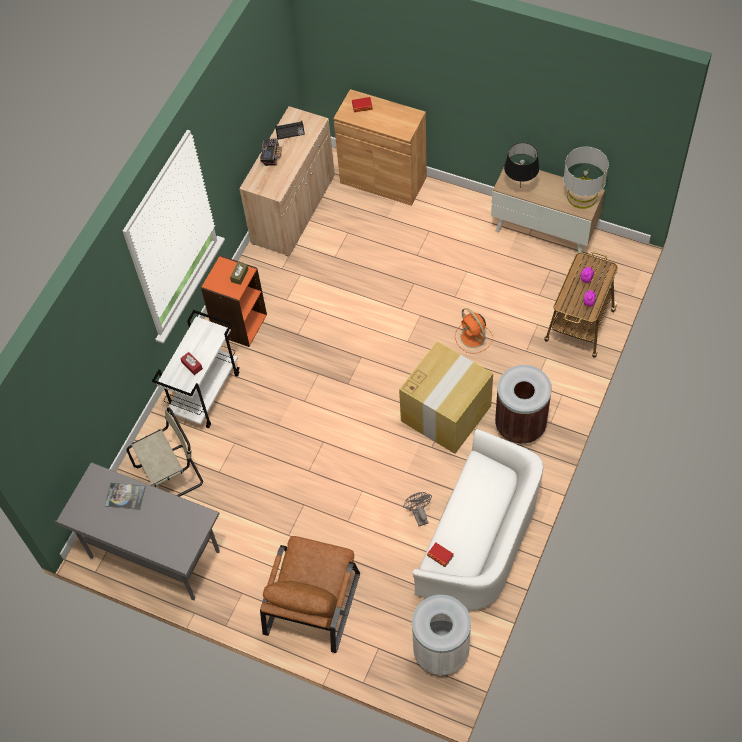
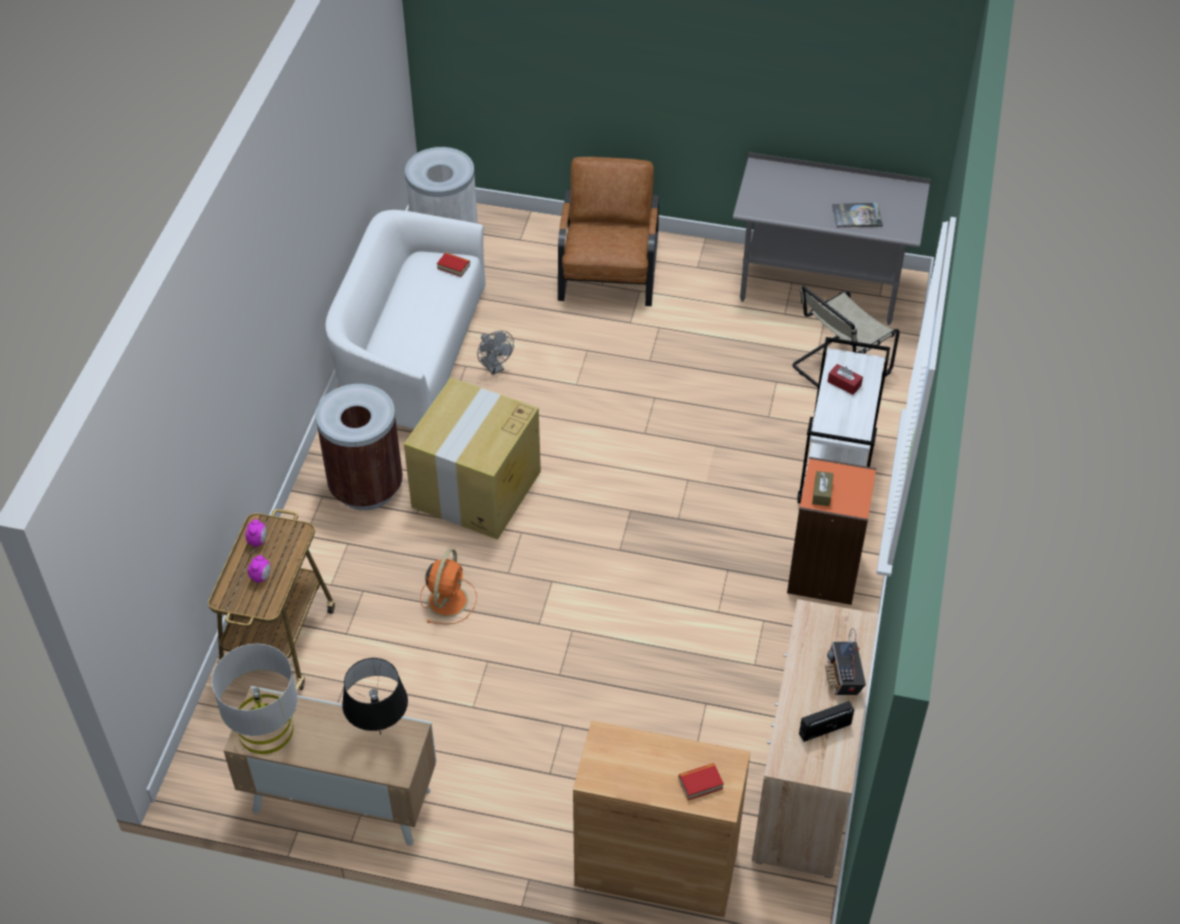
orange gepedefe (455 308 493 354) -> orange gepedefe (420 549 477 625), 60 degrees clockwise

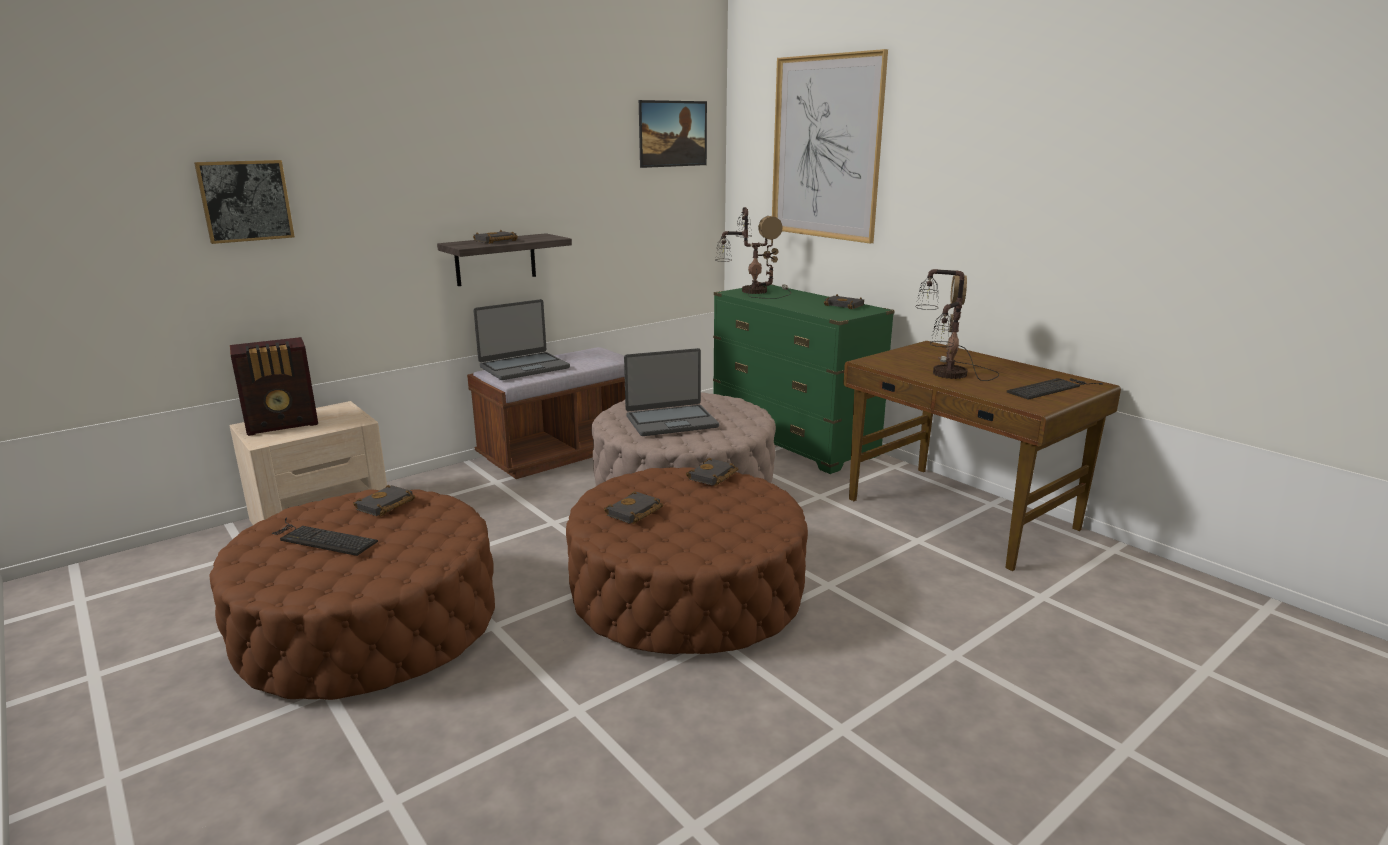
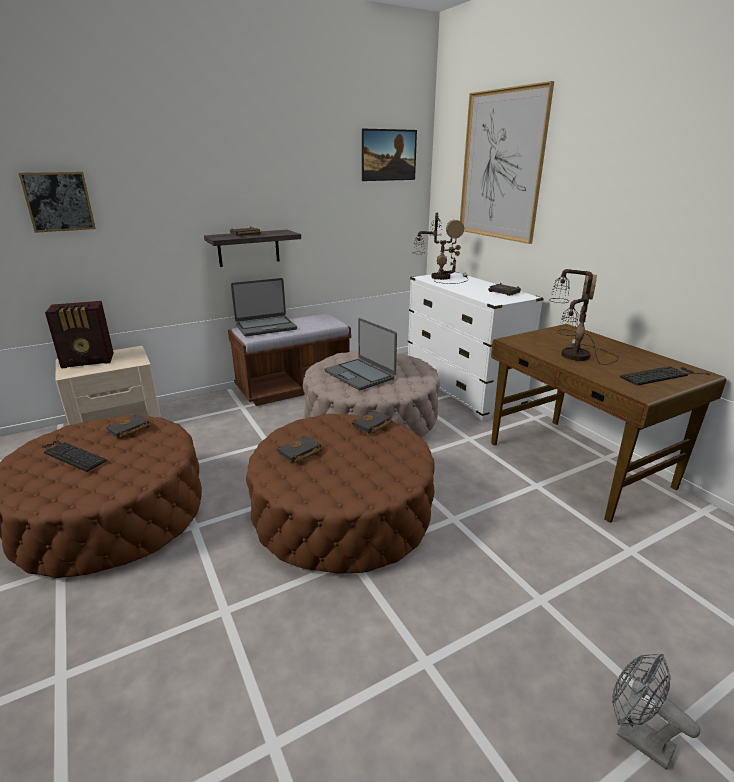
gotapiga (624 348 719 436) -> gotapiga (325 318 397 390), 60 degrees clockwise
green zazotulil (713 284 895 474) -> white zazotulil (408 272 544 421)
none -> grey gepedefe (612 654 700 769)

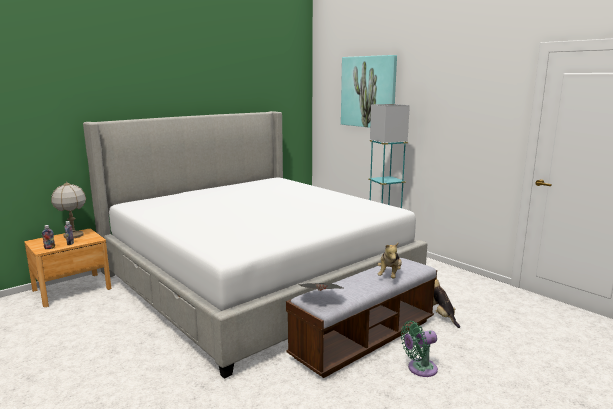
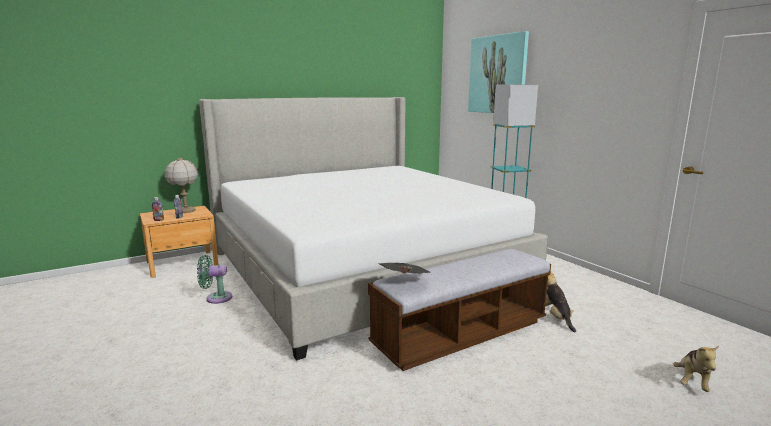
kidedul (378 242 402 279) -> kidedul (673 345 719 392), shifted
green gepedefe (401 321 438 377) -> green gepedefe (197 255 232 304), shifted

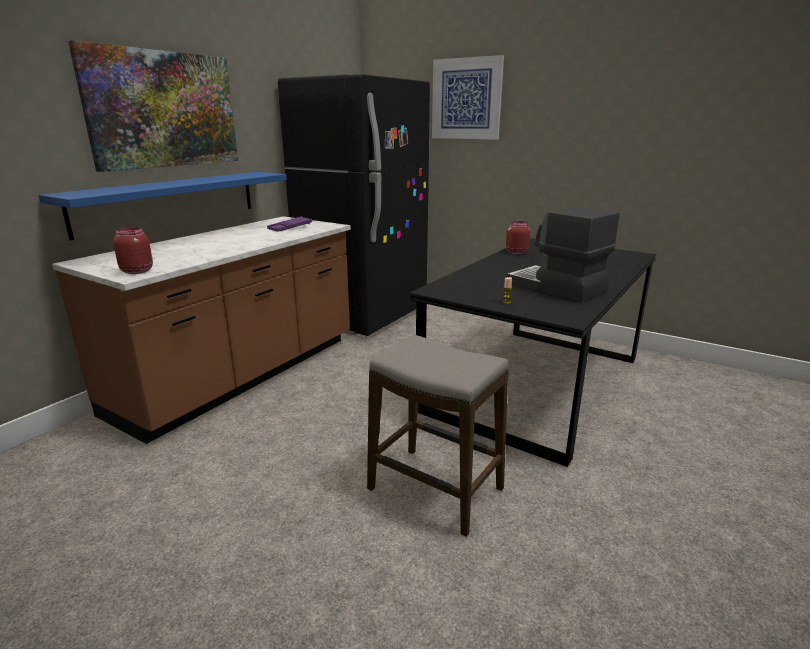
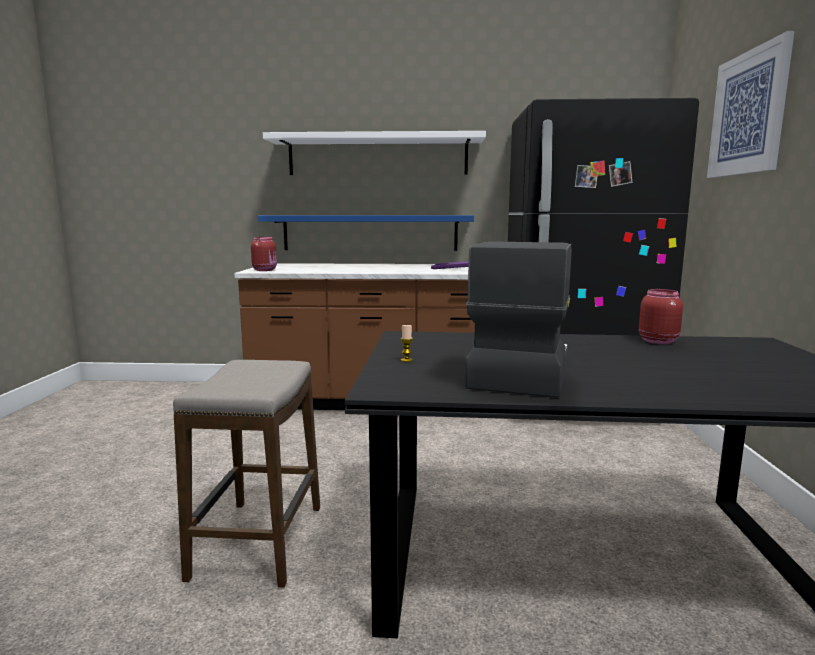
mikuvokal (68 40 238 172) -> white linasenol (263 131 486 175)

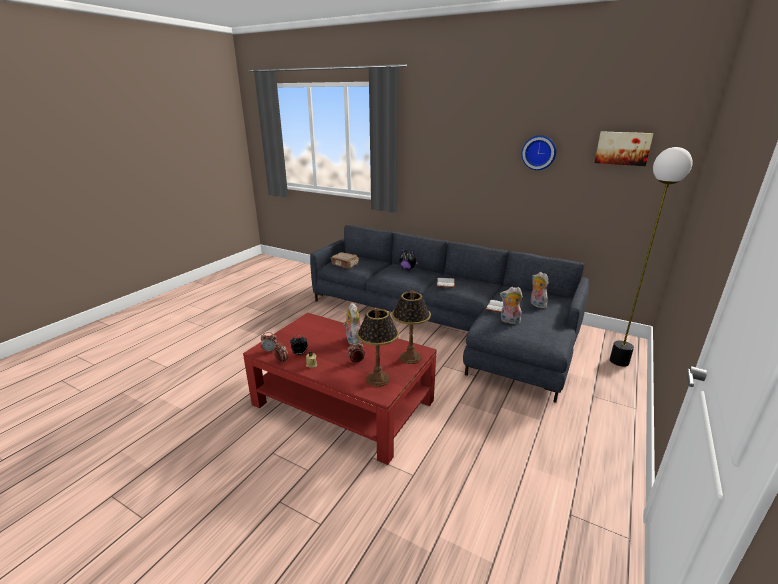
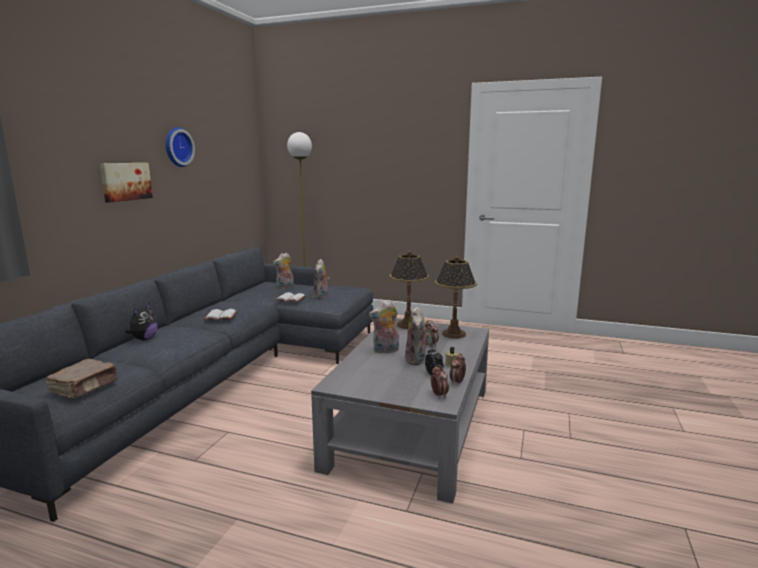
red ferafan (243 313 437 465) -> grey ferafan (311 319 489 504)
mikuvokal (595 131 654 166) -> mikuvokal (100 163 153 202), shifted
none -> kidedul (405 306 430 365)

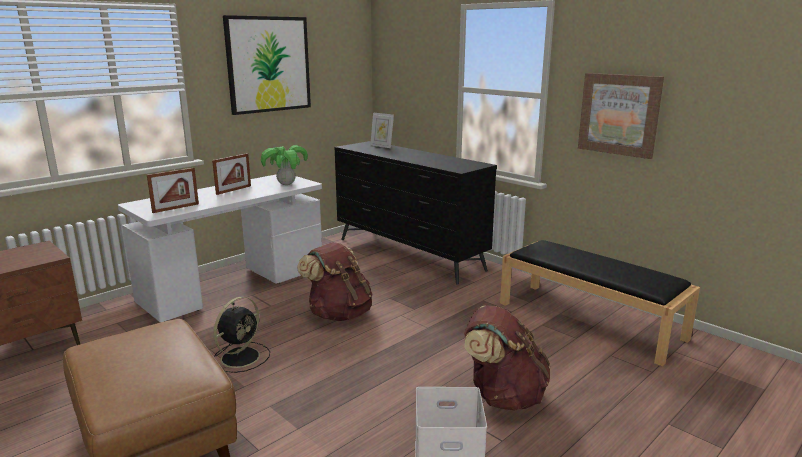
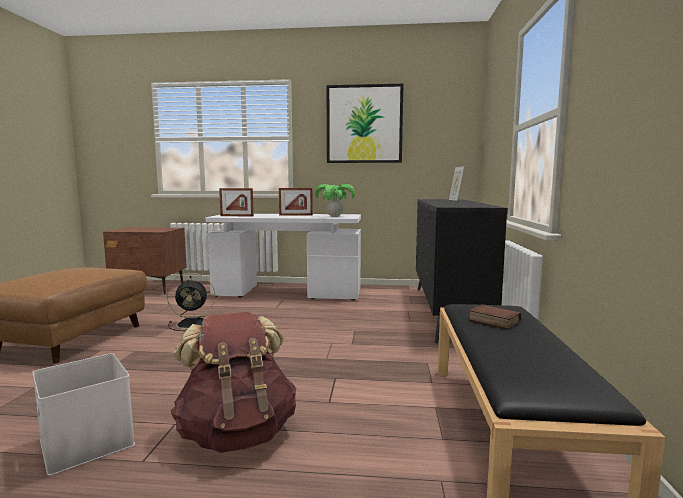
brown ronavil (297 242 373 321) -> none
mikuvokal (578 73 664 159) -> none
none -> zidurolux (468 304 521 329)

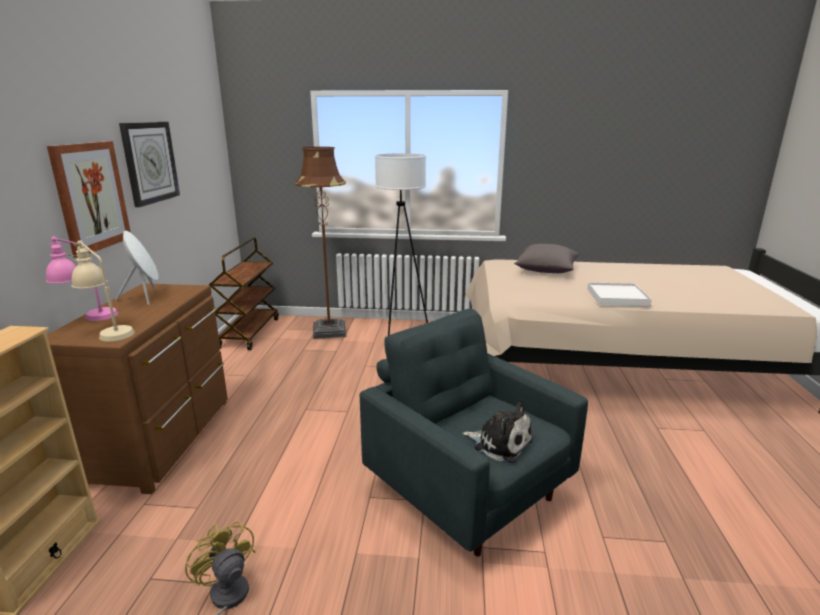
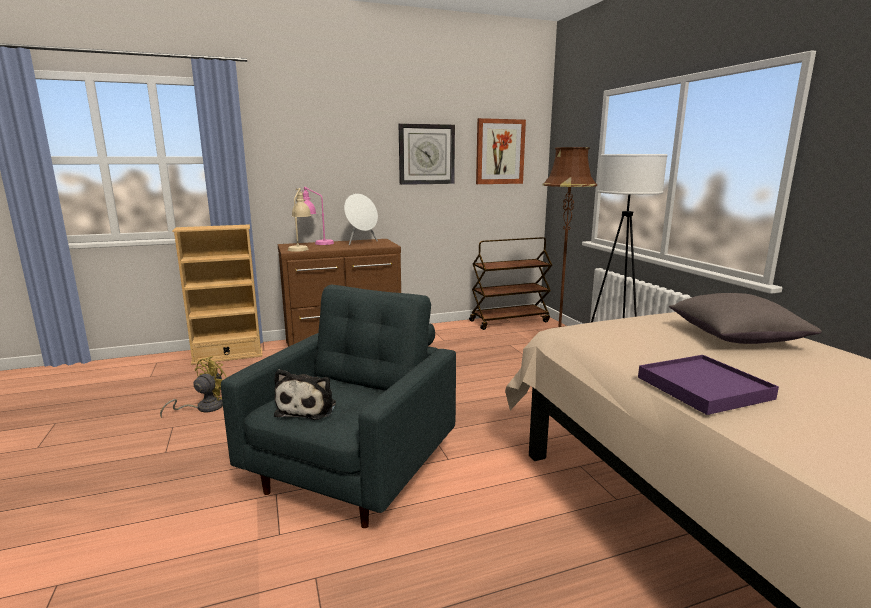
mikuvokal (47 141 131 258) -> mikuvokal (476 118 526 184), shifted
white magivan (587 282 652 306) -> purple magivan (638 355 779 415)

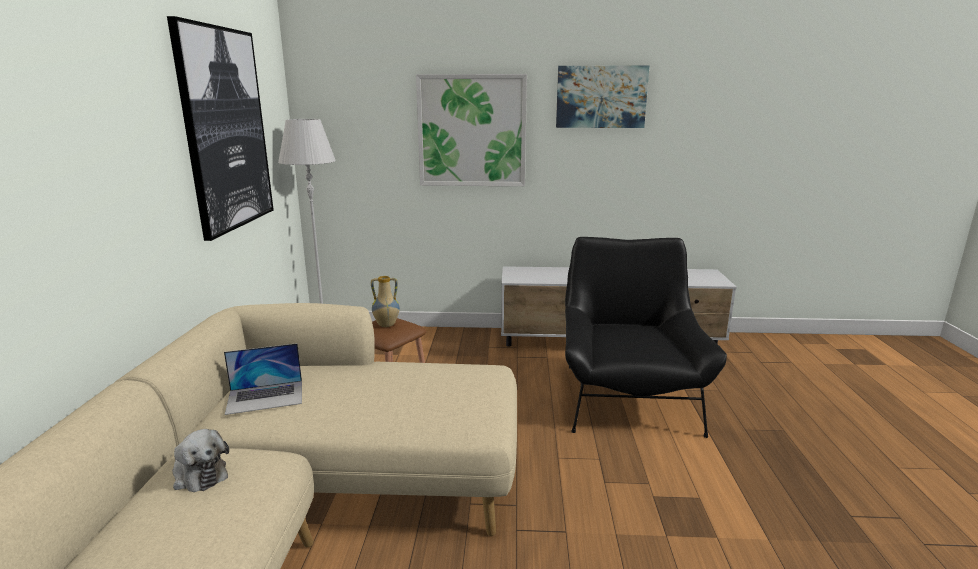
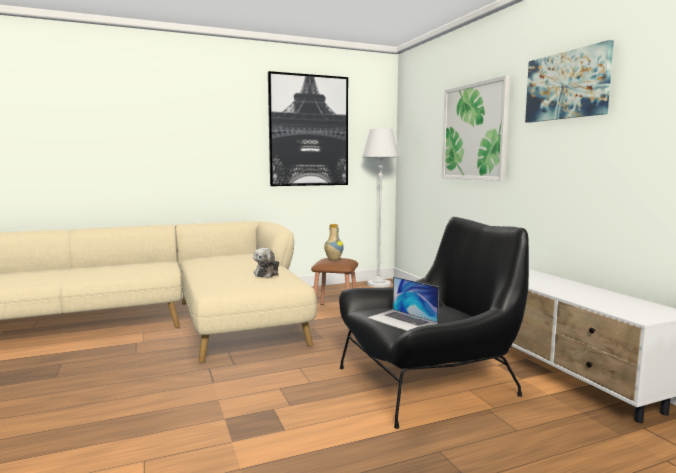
kidedul (172 429 229 492) -> kidedul (253 248 279 278), shifted
gotapiga (224 343 302 415) -> gotapiga (367 276 439 331), shifted

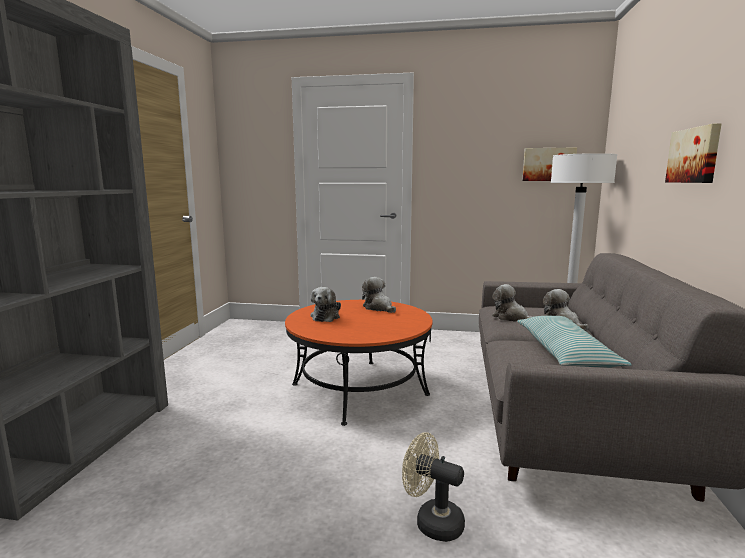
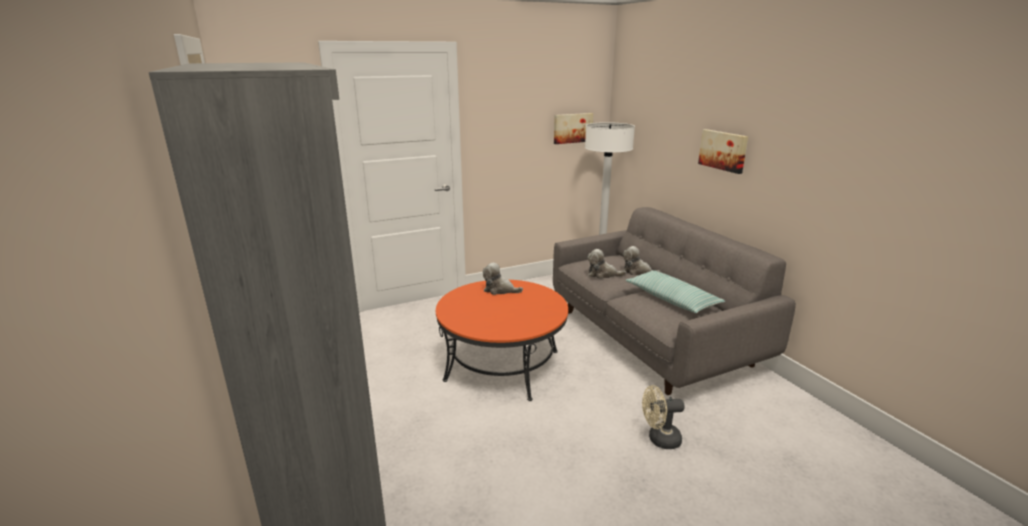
kidedul (310 287 341 322) -> none

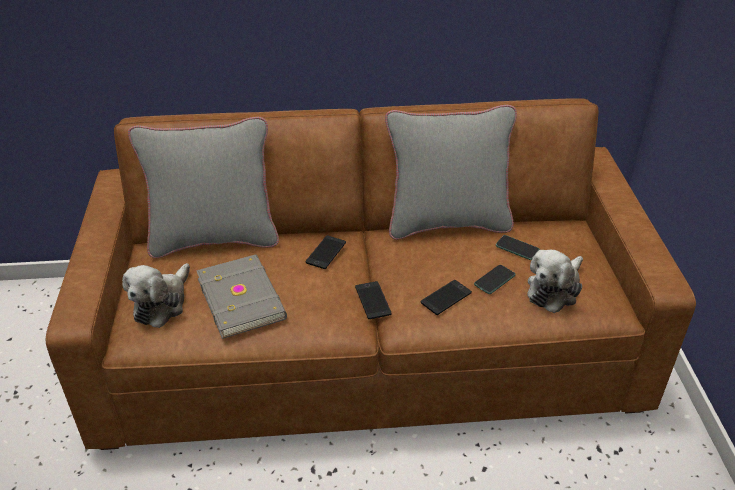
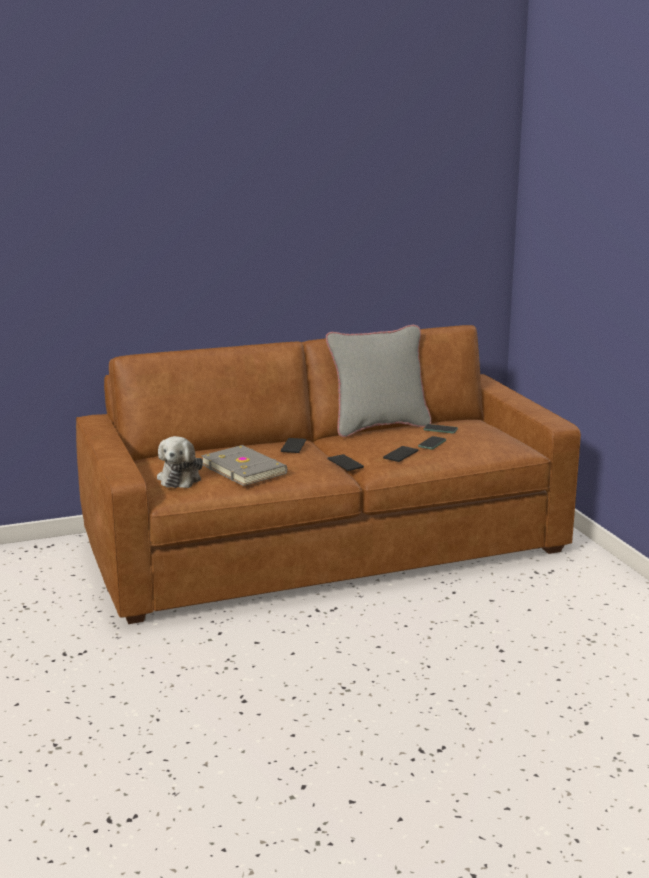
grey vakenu (128 117 279 258) -> none
kidedul (527 250 583 313) -> none

